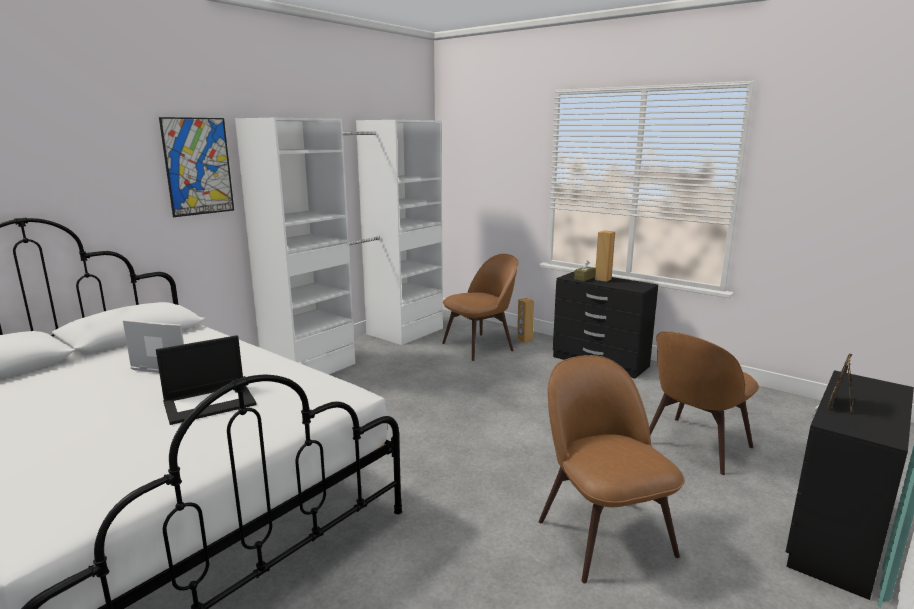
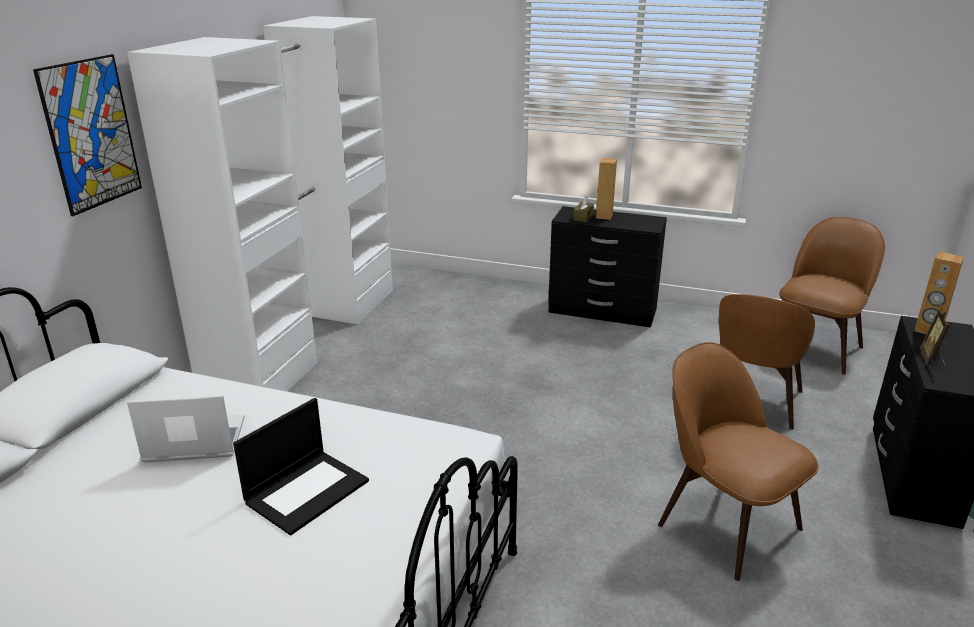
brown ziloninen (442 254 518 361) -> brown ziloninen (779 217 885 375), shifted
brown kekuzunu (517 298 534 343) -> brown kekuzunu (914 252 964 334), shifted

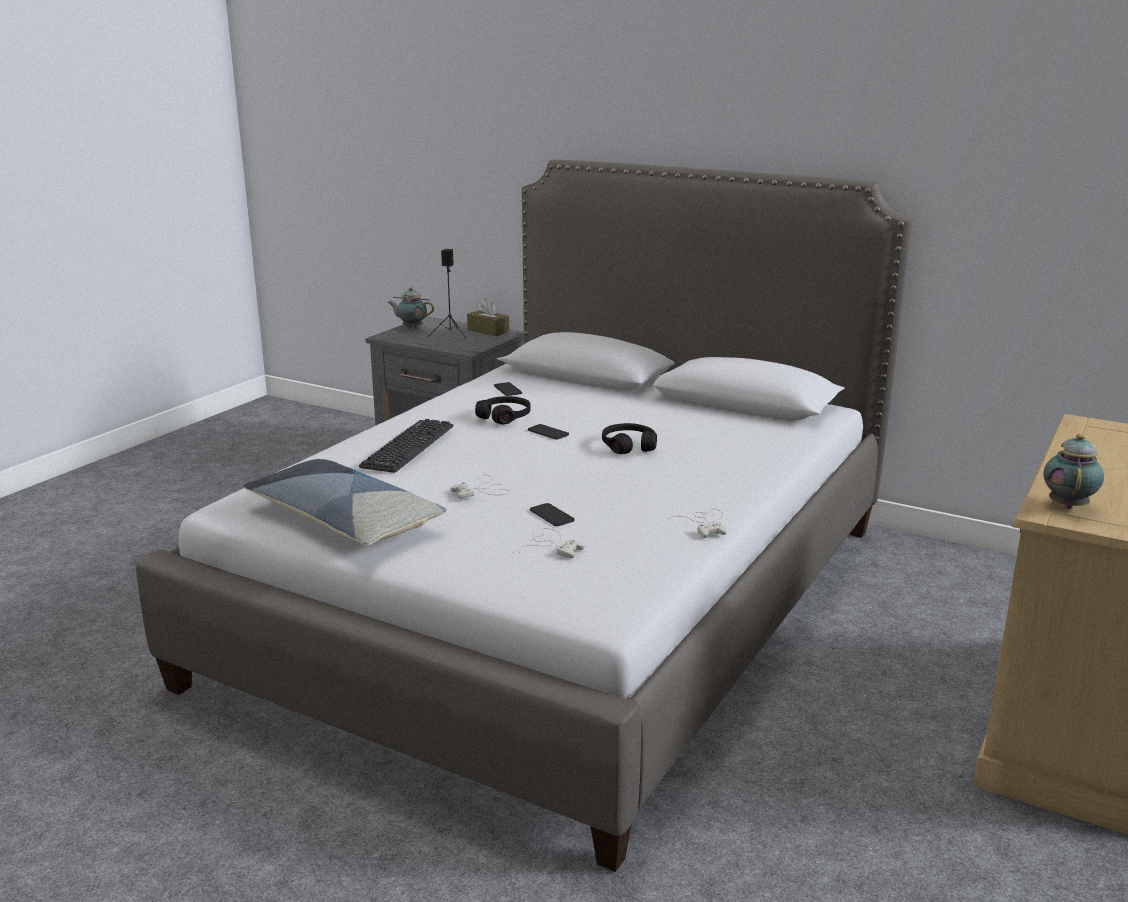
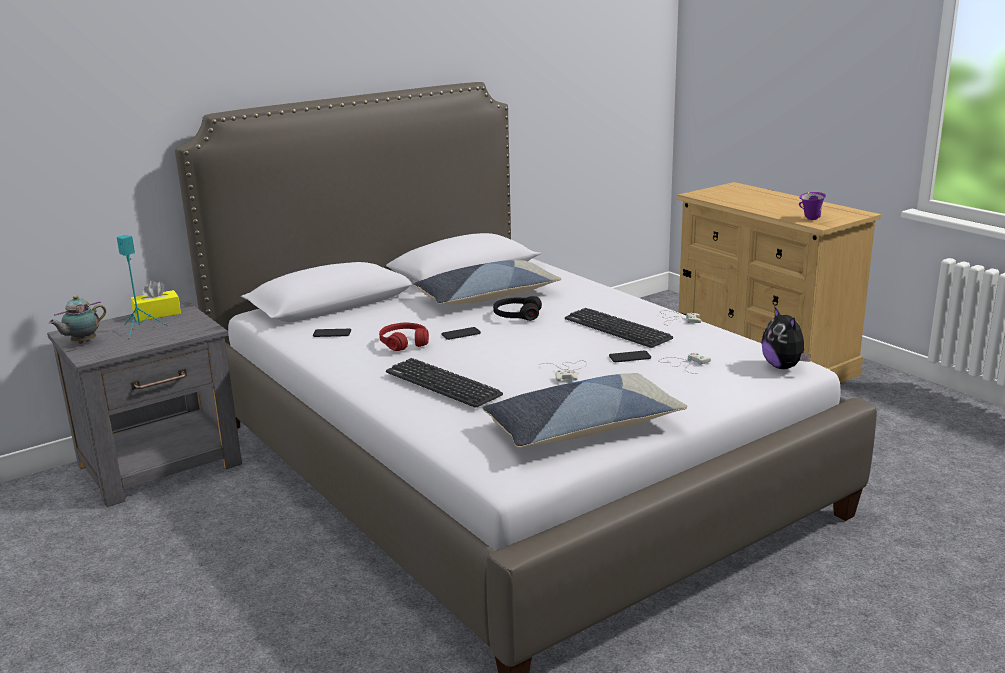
black kekuzunu (428 249 467 339) -> turquoise kekuzunu (117 235 168 340)
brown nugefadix (467 299 509 336) -> yellow nugefadix (131 280 181 321)
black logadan (475 396 530 424) -> red logadan (379 323 429 351)
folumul (1044 434 1104 509) -> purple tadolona (799 192 826 220)
none -> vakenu (414 260 561 304)
none -> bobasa (565 308 673 348)
none -> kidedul (761 306 811 369)

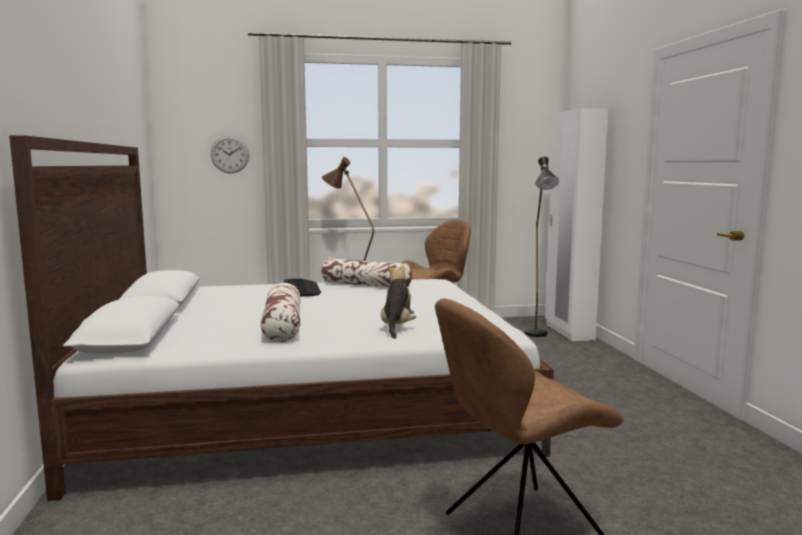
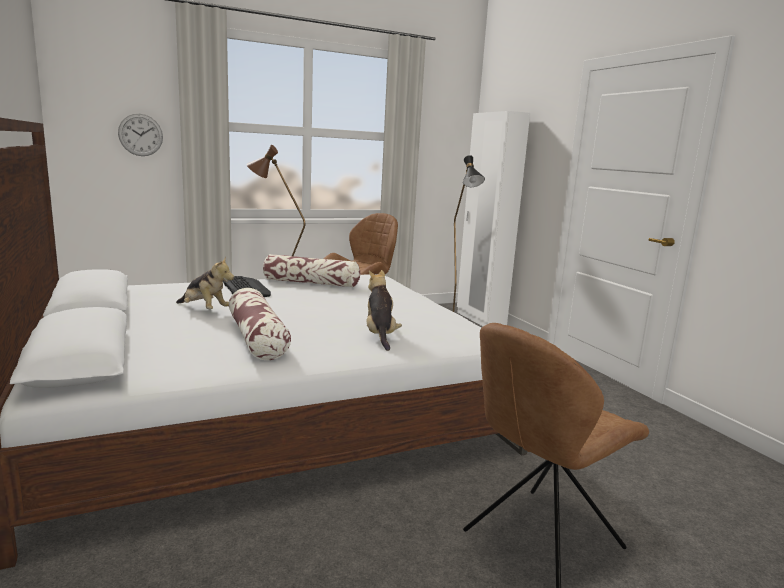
none -> kidedul (176 256 234 309)

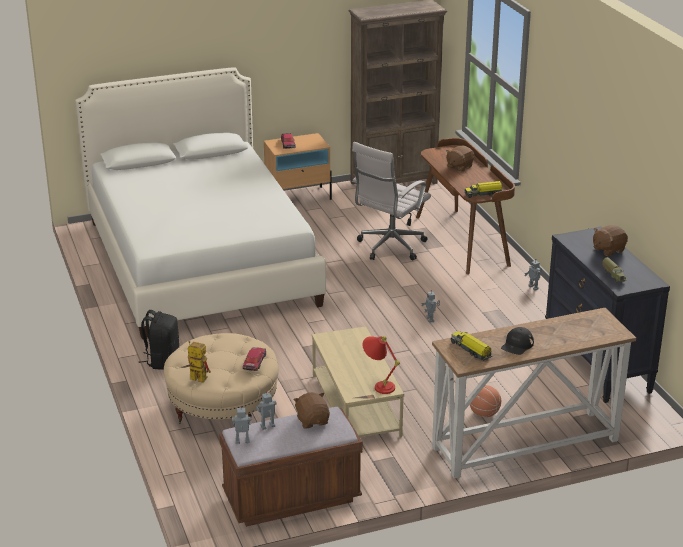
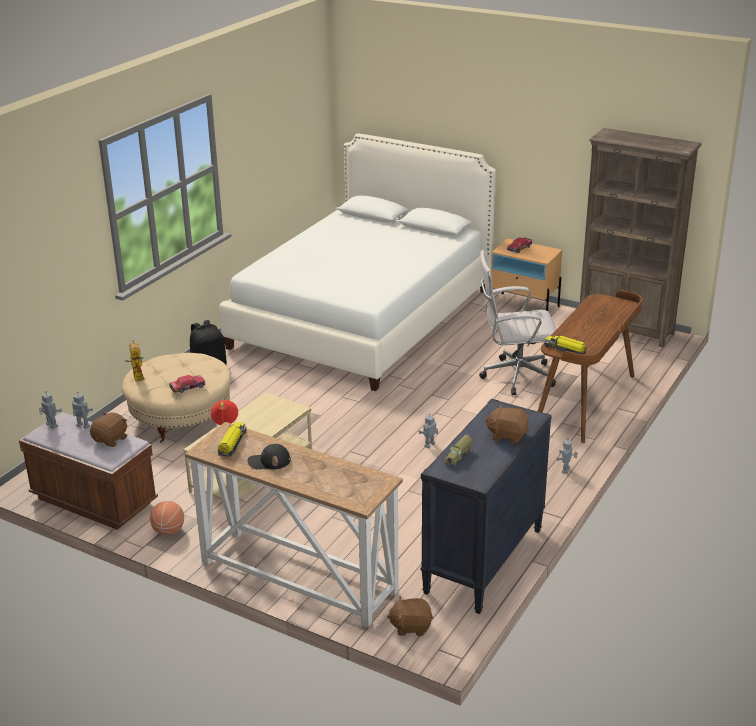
brown kidedul (446 146 474 172) -> brown kidedul (387 596 433 636), shifted
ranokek (470 385 501 417) -> ranokek (150 501 184 535), shifted

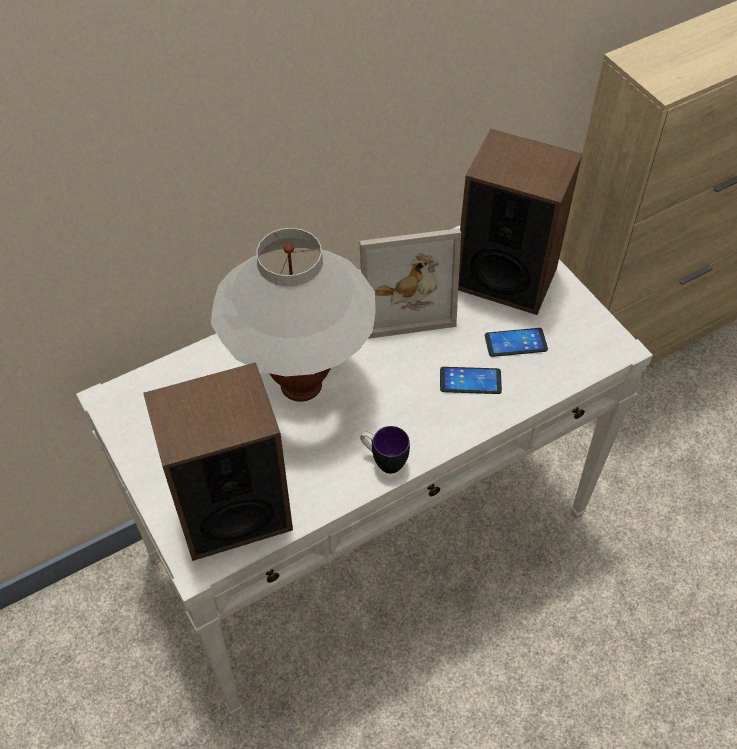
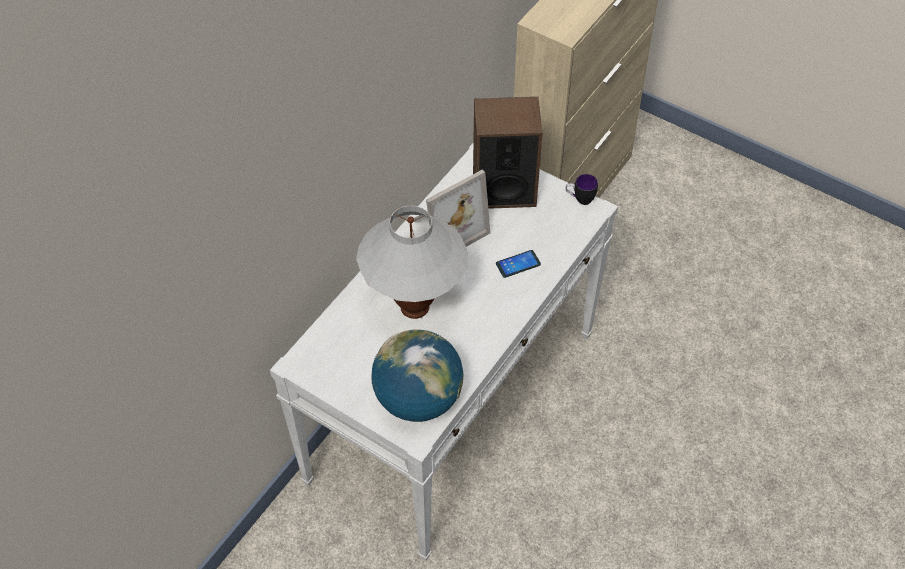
kekuzunu (143 362 293 561) -> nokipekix (371 329 463 422)
tadolona (361 426 410 474) -> tadolona (565 174 598 205), shifted
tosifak (485 328 548 357) -> none

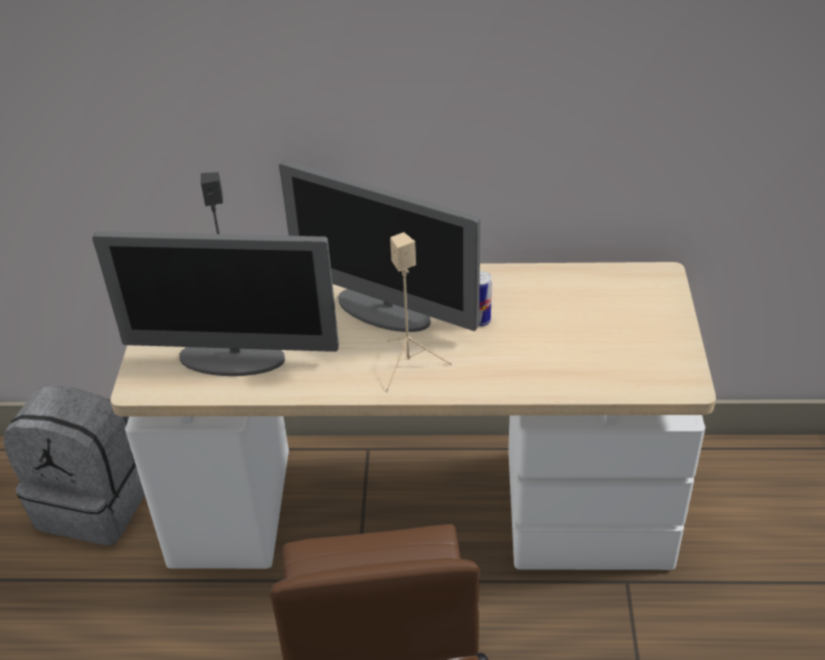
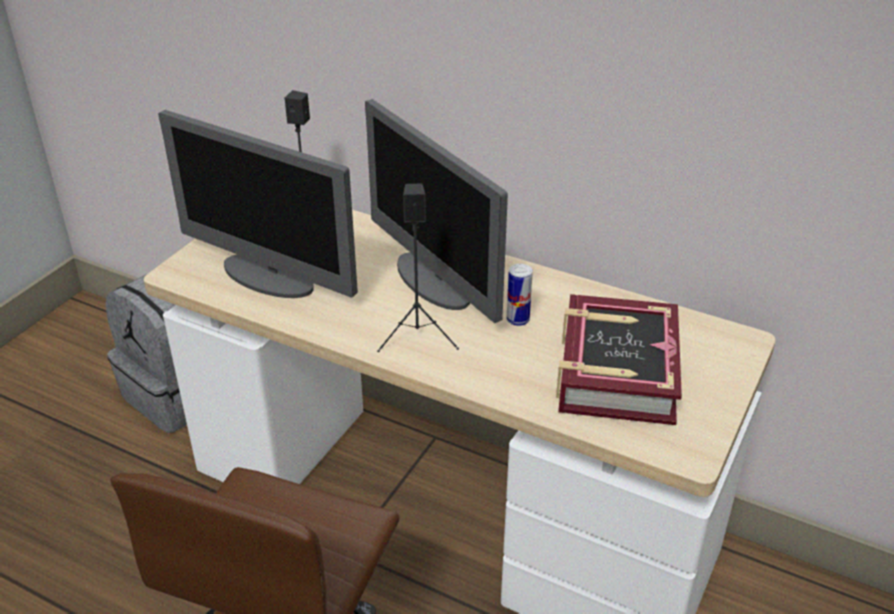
beige kekuzunu (386 232 452 392) -> black kekuzunu (377 184 459 352)
none -> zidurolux (556 294 682 425)

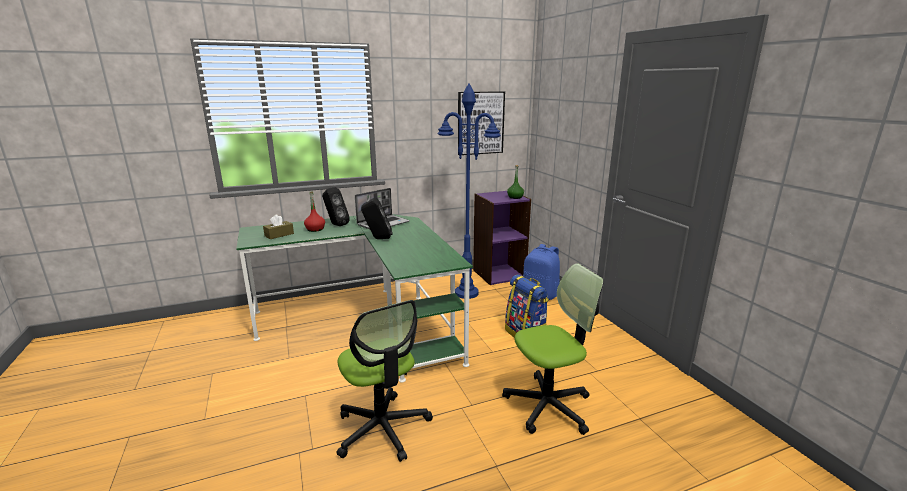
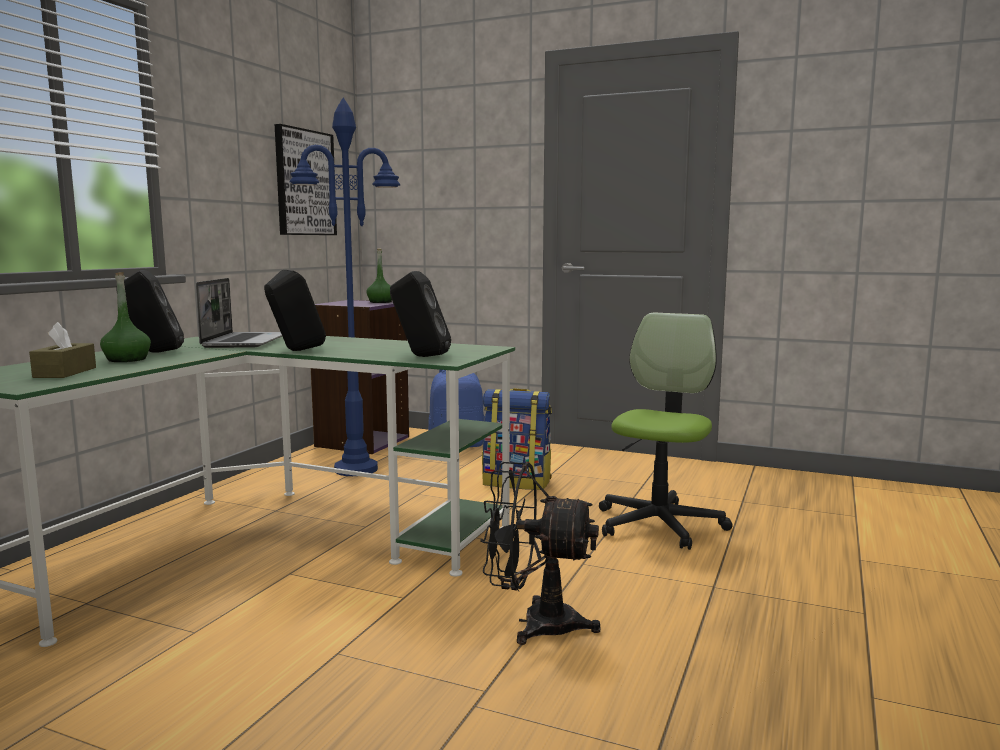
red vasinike (304 192 325 232) -> green vasinike (100 272 151 362)
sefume (337 300 433 462) -> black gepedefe (480 462 601 645)
none -> black kekuzunu (390 271 451 357)

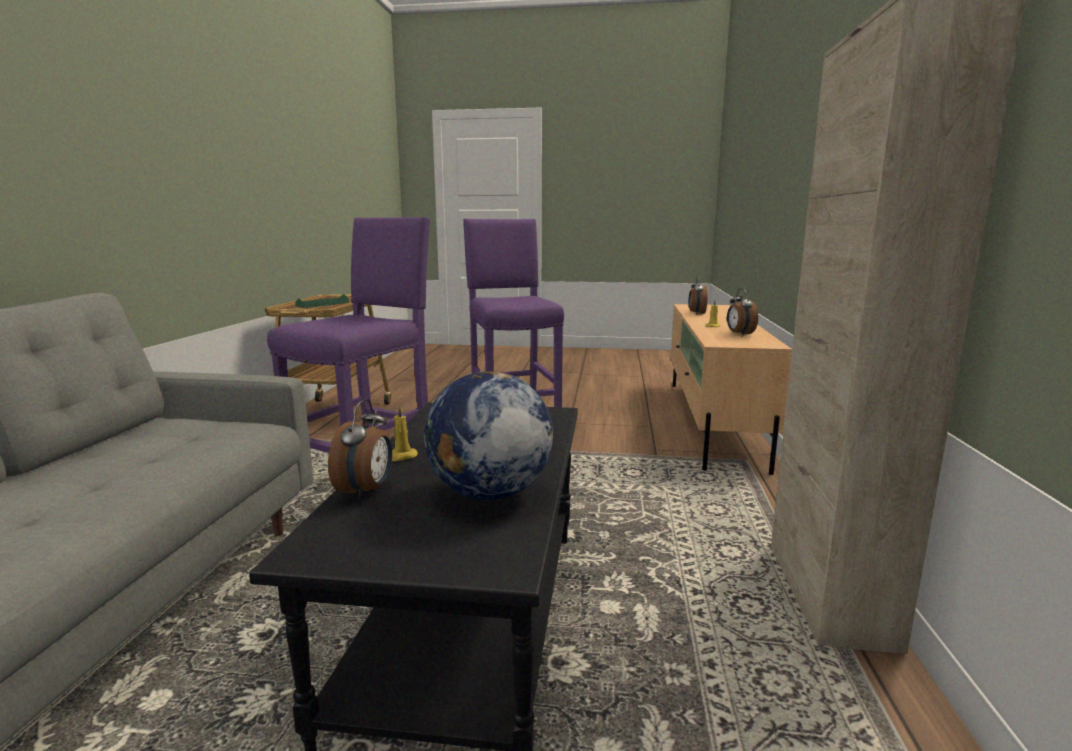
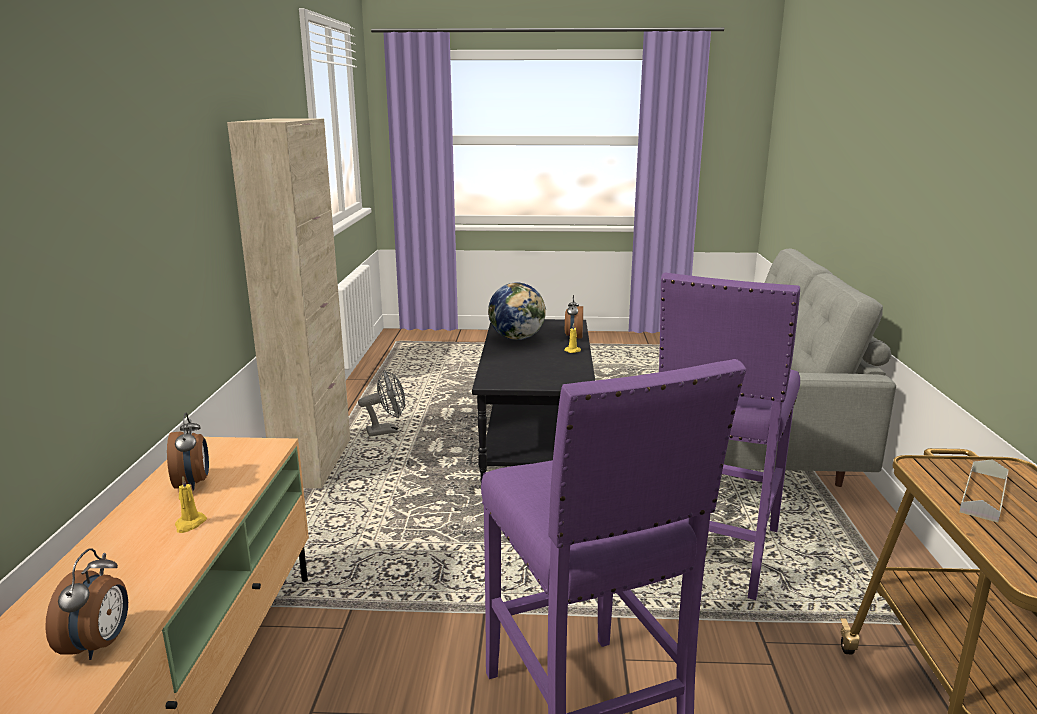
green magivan (295 294 349 308) -> grey magivan (959 459 1009 523)
none -> grey gepedefe (358 370 405 437)

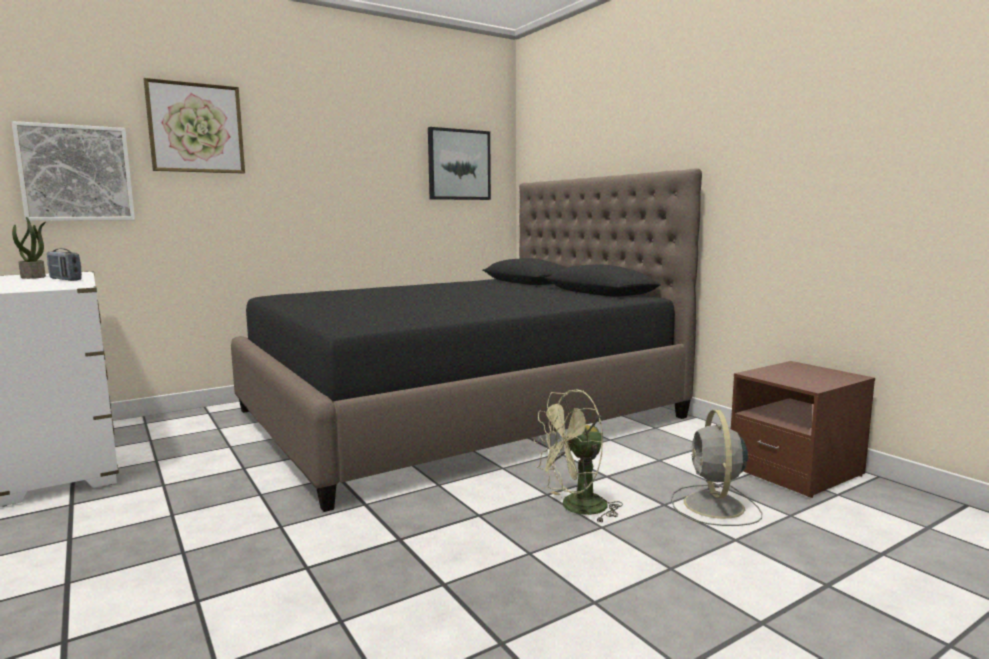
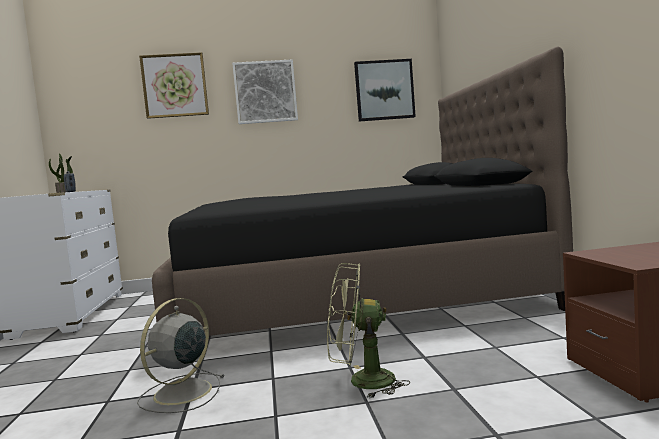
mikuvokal (12 121 135 221) -> mikuvokal (232 59 298 124), shifted
grey gepedefe (671 410 762 526) -> grey gepedefe (137 298 225 413), shifted

